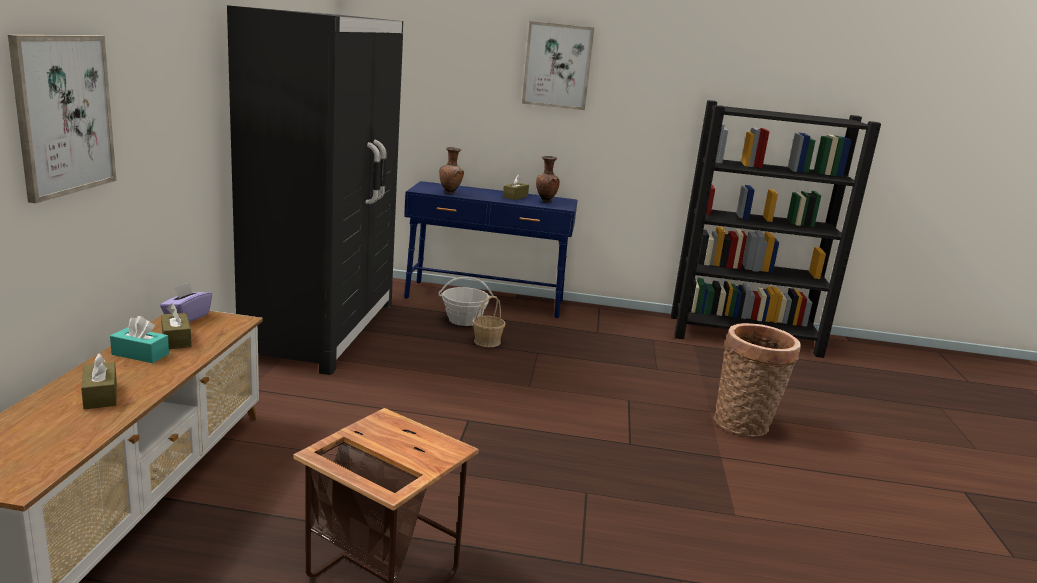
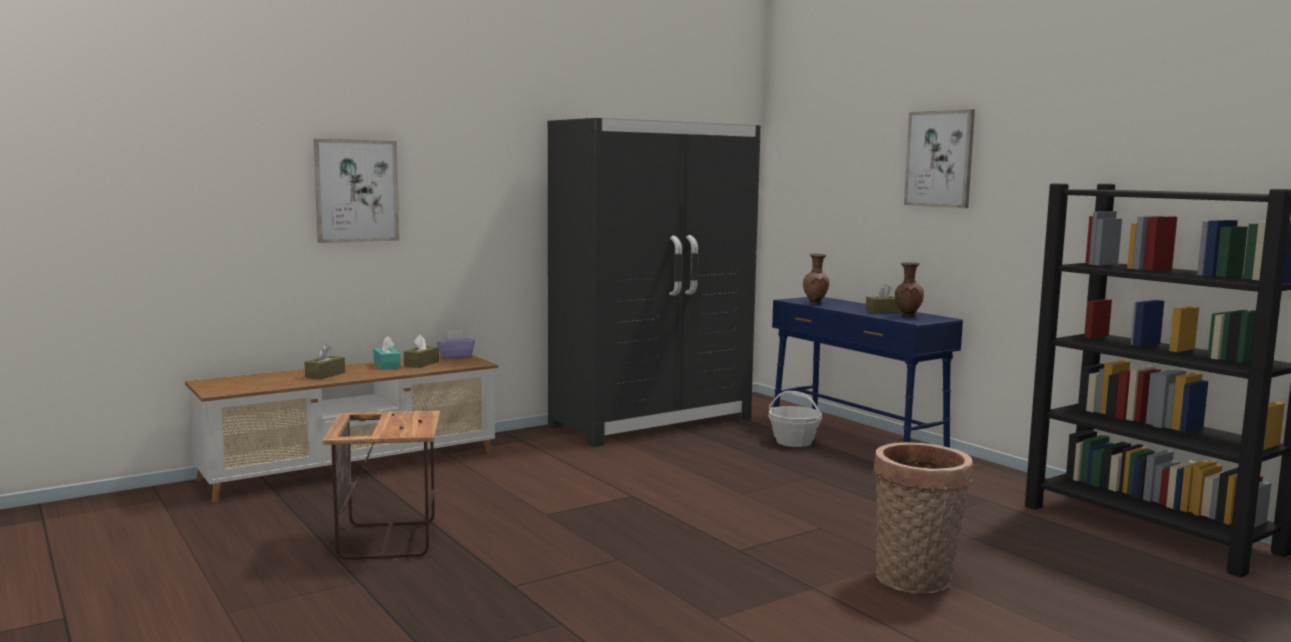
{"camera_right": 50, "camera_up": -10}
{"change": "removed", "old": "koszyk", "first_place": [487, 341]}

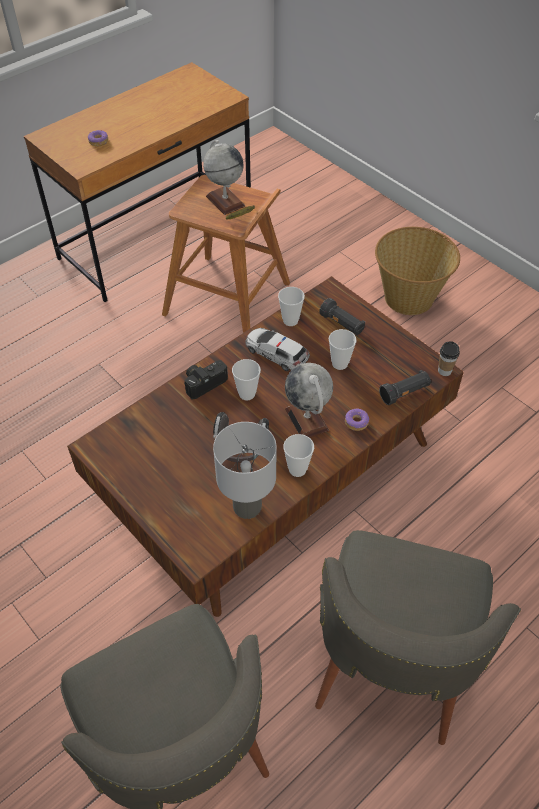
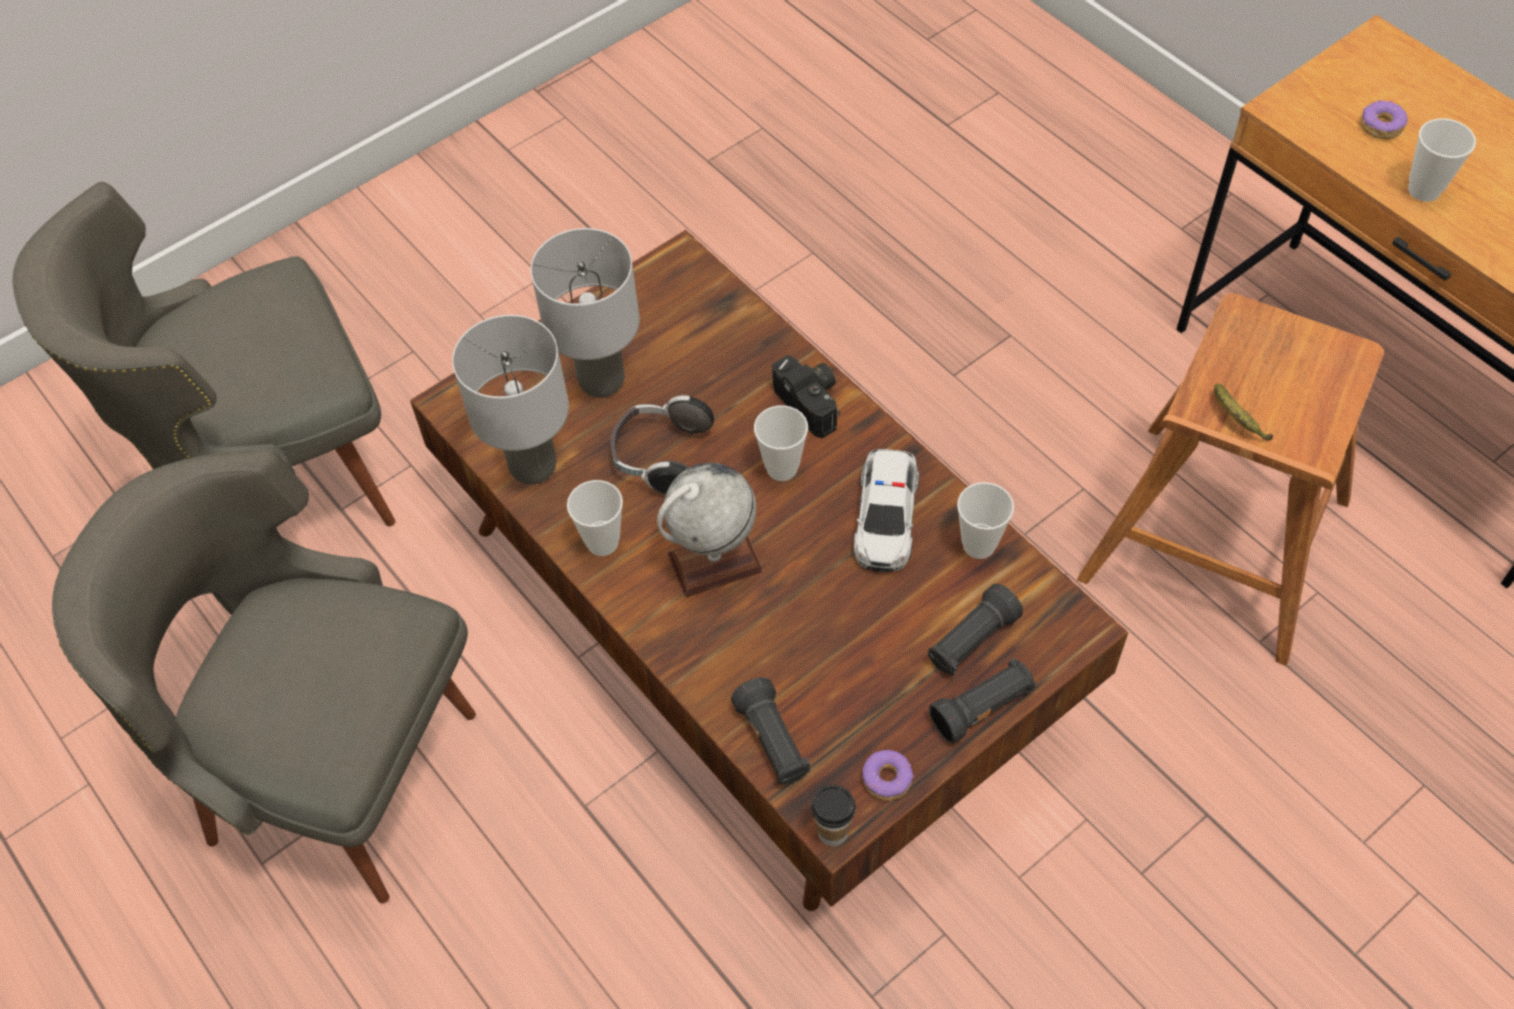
{"camera_right": 95, "camera_up": 5}
{"change": "removed", "old": "globus", "first_place": [225, 201]}
{"change": "turned", "old": "samochodzik", "first_place": [276, 353], "second_place": [885, 517], "degrees": 150}
{"change": "moved", "old": "filiżanka", "first_place": [339, 364], "second_place": [1424, 190]}
{"change": "moved", "old": "donut", "first_place": [356, 422], "second_place": [887, 779]}
{"change": "removed", "old": "koszyk", "first_place": [409, 297]}
{"change": "added", "new": "lampa stołowa [biały]", "second_place": [600, 384]}
{"change": "added", "new": "latarka [czarny]", "second_place": [982, 708]}

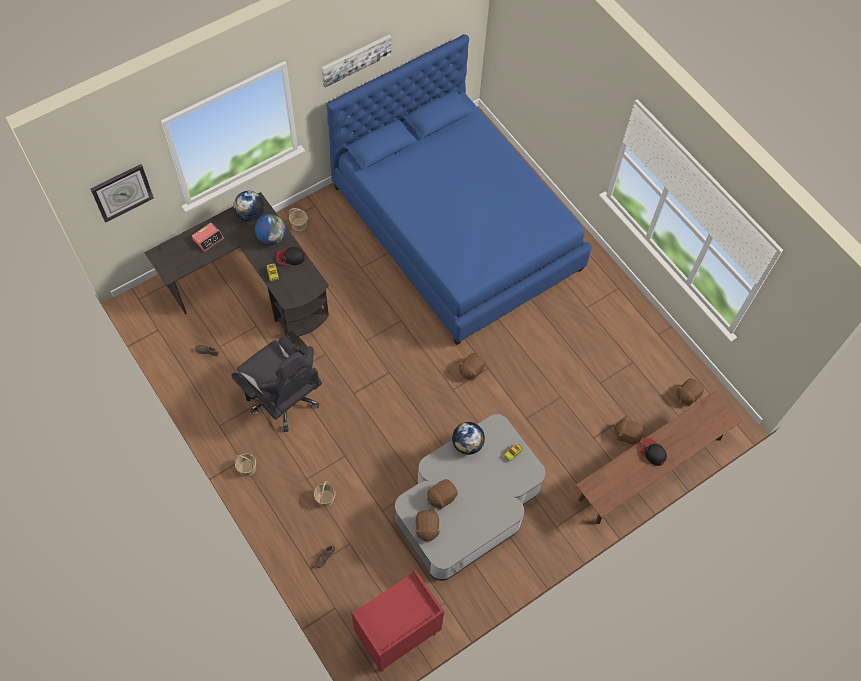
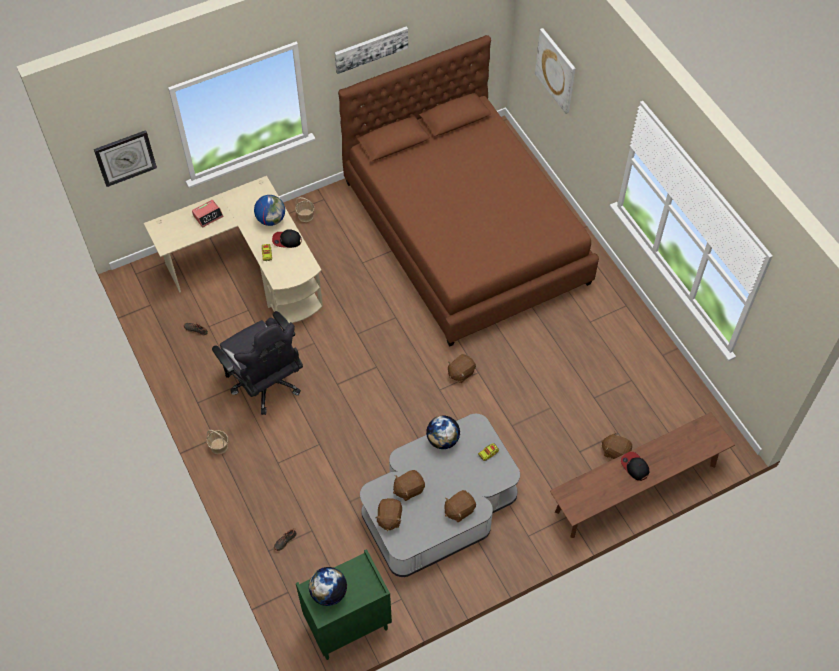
{"camera_right": 10, "camera_up": -5}
{"change": "recoloured", "old": "biurko [czarny]", "new": "biurko [beżowy]", "first_place": [253, 286], "second_place": [251, 271]}
{"change": "moved", "old": "globus", "first_place": [250, 214], "second_place": [328, 593]}
{"change": "removed", "old": "koszyk", "first_place": [325, 498]}
{"change": "recoloured", "old": "łóżko [niebieski]", "new": "łóżko [brązowy]", "first_place": [456, 227], "second_place": [465, 231]}
{"change": "recoloured", "old": "szafka [czerwony]", "new": "szafka [zielony]", "first_place": [397, 635], "second_place": [347, 626]}
{"change": "moved", "old": "pluszak [brązowy]", "first_place": [687, 395], "second_place": [459, 510]}
{"change": "added", "new": "obraz", "second_place": [556, 70]}

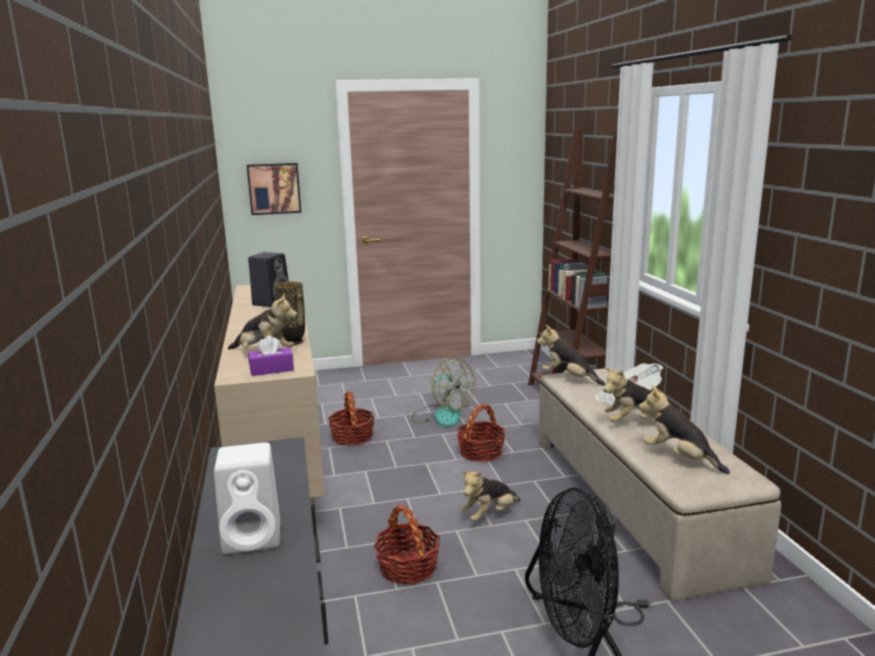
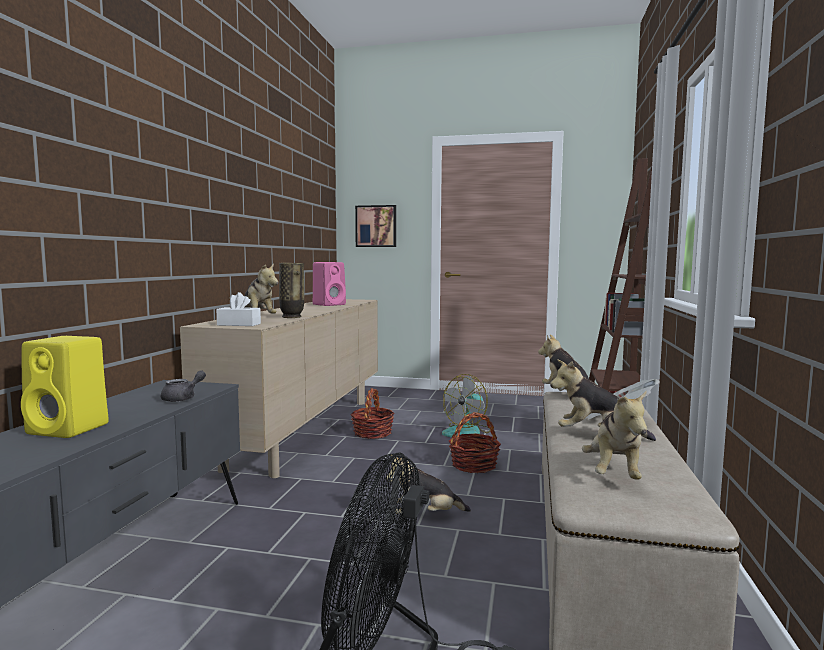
{"camera_right": 25, "camera_up": -10}
{"change": "recoloured", "old": "głośnik [biały]", "new": "głośnik [żółty]", "first_place": [254, 537], "second_place": [70, 429]}
{"change": "recoloured", "old": "głośnik [czarny]", "new": "głośnik [różowy]", "first_place": [272, 303], "second_place": [330, 304]}
{"change": "recoloured", "old": "pudełko chusteczek [fioletowy]", "new": "pudełko chusteczek [biały]", "first_place": [271, 369], "second_place": [239, 324]}
{"change": "removed", "old": "koszyk", "first_place": [408, 567]}
{"change": "turned", "old": "wentylator", "first_place": [441, 415], "second_place": [467, 432], "degrees": 60}
{"change": "turned", "old": "pluszak", "first_place": [679, 458], "second_place": [613, 473], "degrees": -150}
{"change": "added", "new": "imbryk [szary]", "second_place": [183, 398]}

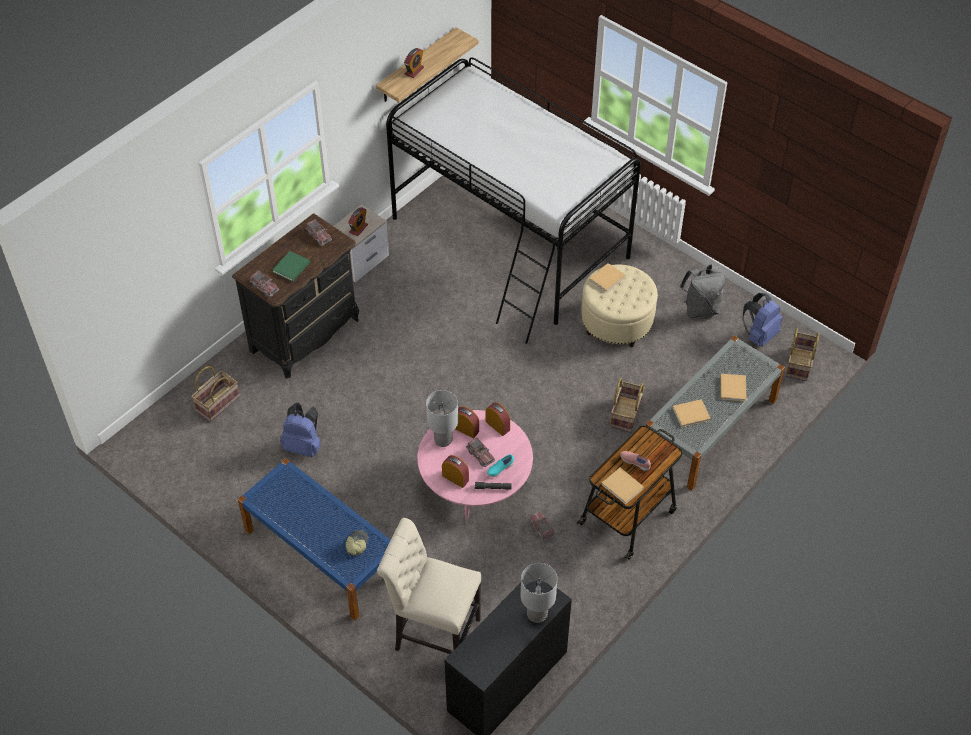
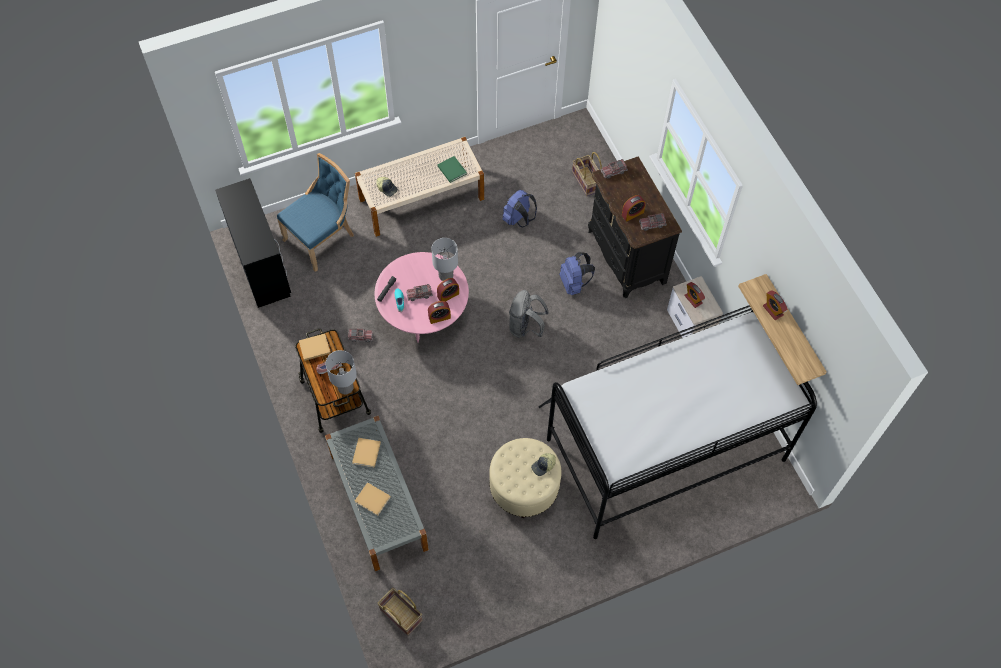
{"camera_right": 115, "camera_up": 10}
{"change": "recoloured", "old": "ławka [niebieski]", "new": "ławka [beżowy]", "first_place": [321, 554], "second_place": [421, 198]}
{"change": "moved", "old": "książka [zielony]", "first_place": [290, 268], "second_place": [451, 169]}
{"change": "replaced", "old": "stołek [beżowy]", "new": "krzesło [niebieski]", "first_place": [433, 632], "second_place": [322, 238]}
{"change": "moved", "old": "budzik", "first_place": [455, 478], "second_place": [632, 214]}
{"change": "moved", "old": "lampa stołowa [szary]", "first_place": [537, 615], "second_place": [345, 388]}
{"change": "replaced", "old": "książka [beżowy]", "new": "czapka z daszkiem", "first_place": [608, 278], "second_place": [543, 466]}
{"change": "removed", "old": "koszyk", "first_place": [626, 414]}
{"change": "moved", "old": "plecak [szary]", "first_place": [700, 309], "second_place": [525, 327]}
{"change": "moved", "old": "plecak [niebieski]", "first_place": [759, 335], "second_place": [574, 284]}

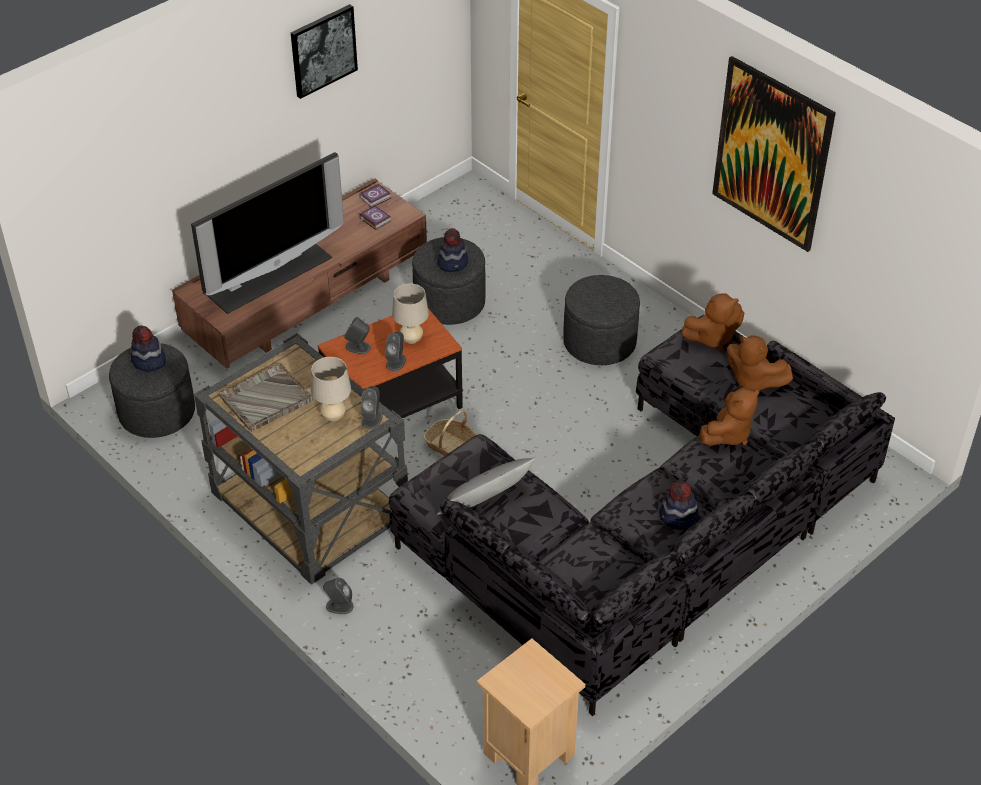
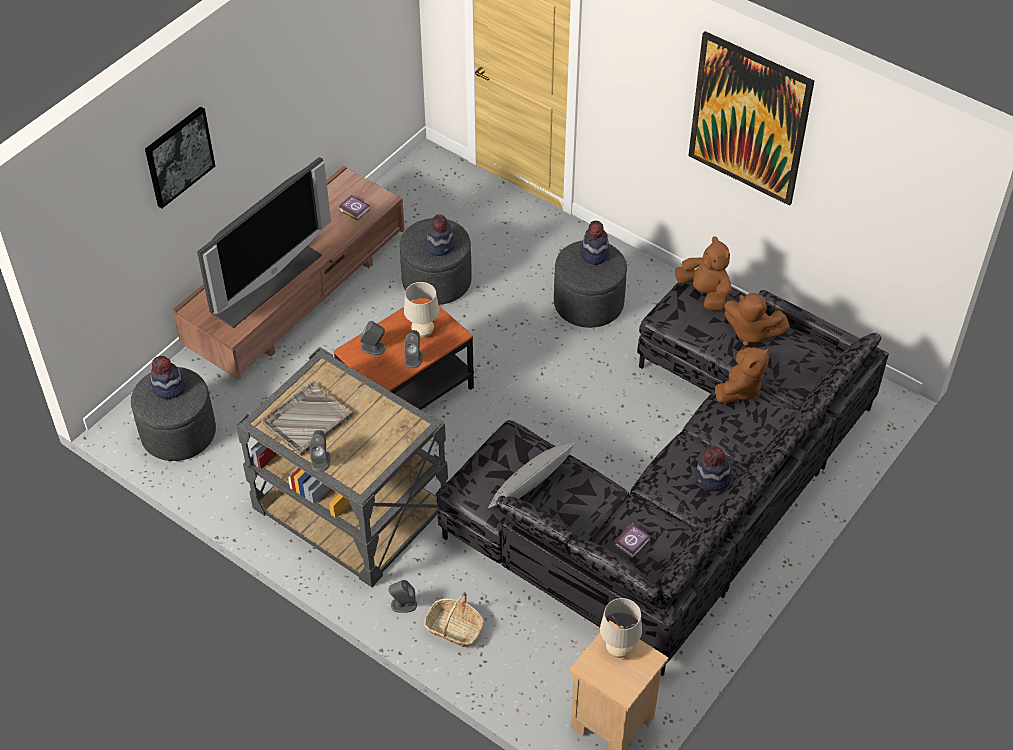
{"camera_right": -10, "camera_up": 5}
{"change": "moved", "old": "obraz", "first_place": [323, 50], "second_place": [179, 156]}
{"change": "moved", "old": "lampa stołowa [beżowy]", "first_place": [333, 416], "second_place": [618, 650]}
{"change": "moved", "old": "książka", "first_place": [376, 198], "second_place": [633, 542]}
{"change": "moved", "old": "głośnik [szary]", "first_place": [372, 418], "second_place": [320, 460]}
{"change": "moved", "old": "koszyk", "first_place": [452, 447], "second_place": [454, 628]}
{"change": "turned", "old": "pluszak [brązowy]", "first_place": [712, 337], "second_place": [704, 293], "degrees": -105}
{"change": "added", "new": "kapelusz", "second_place": [594, 253]}

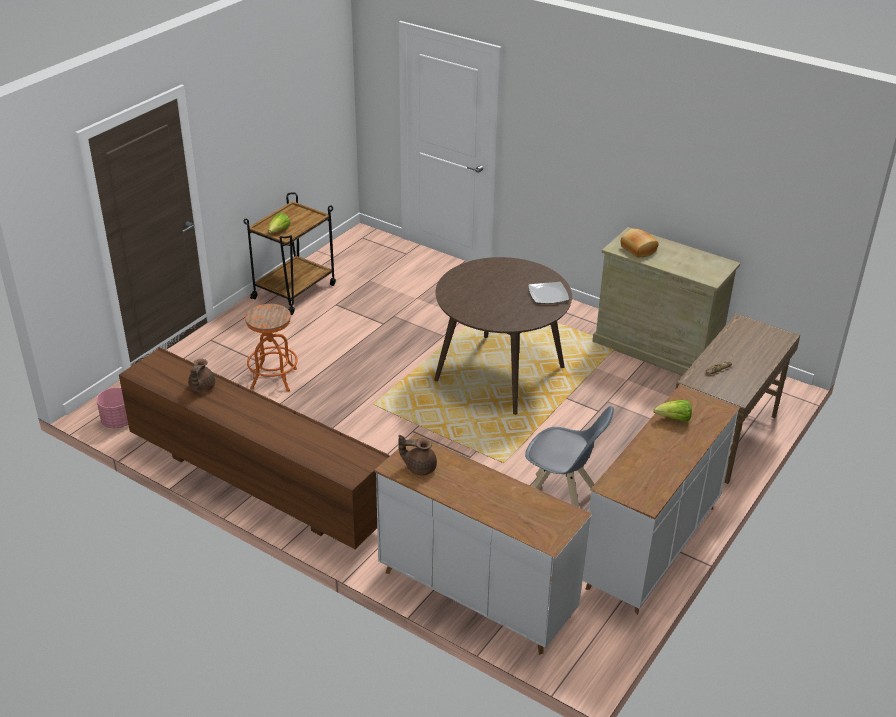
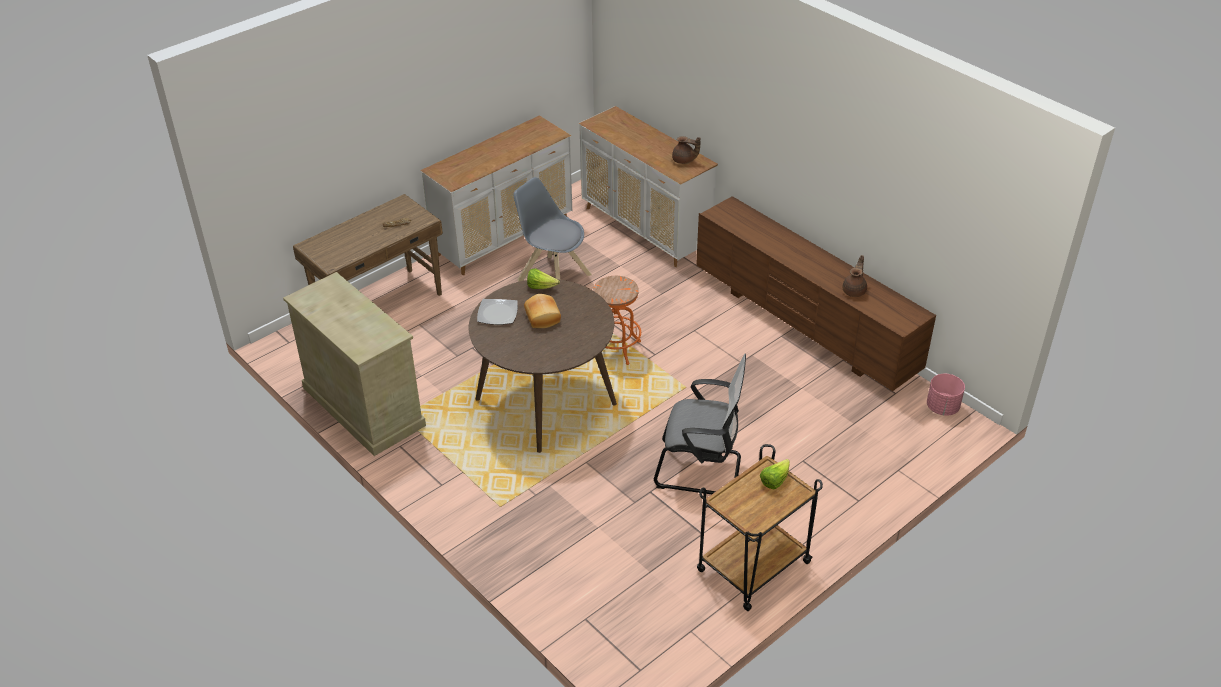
{"camera_right": -165, "camera_up": 5}
{"change": "moved", "old": "stołek [pomarańczowy]", "first_place": [274, 378], "second_place": [616, 349]}
{"change": "moved", "old": "chleb", "first_place": [637, 249], "second_place": [543, 317]}
{"change": "moved", "old": "sałata", "first_place": [674, 419], "second_place": [541, 287]}
{"change": "added", "new": "krzesło", "second_place": [701, 471]}

